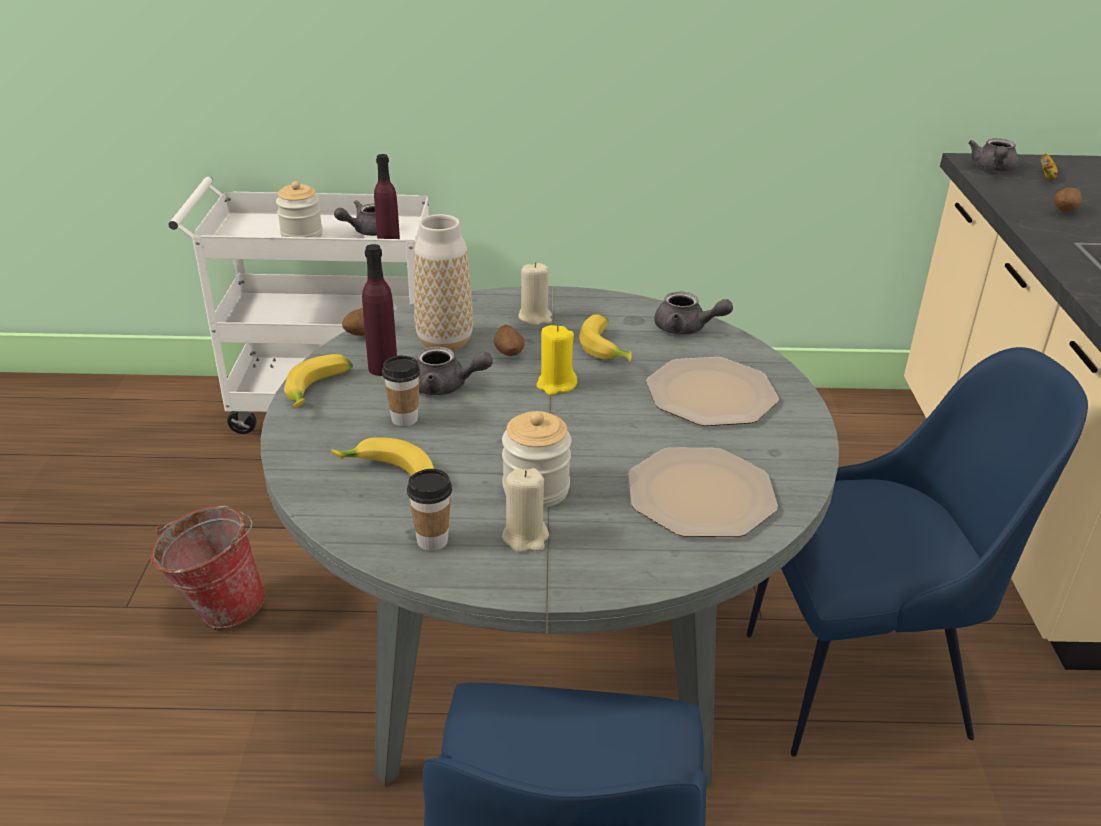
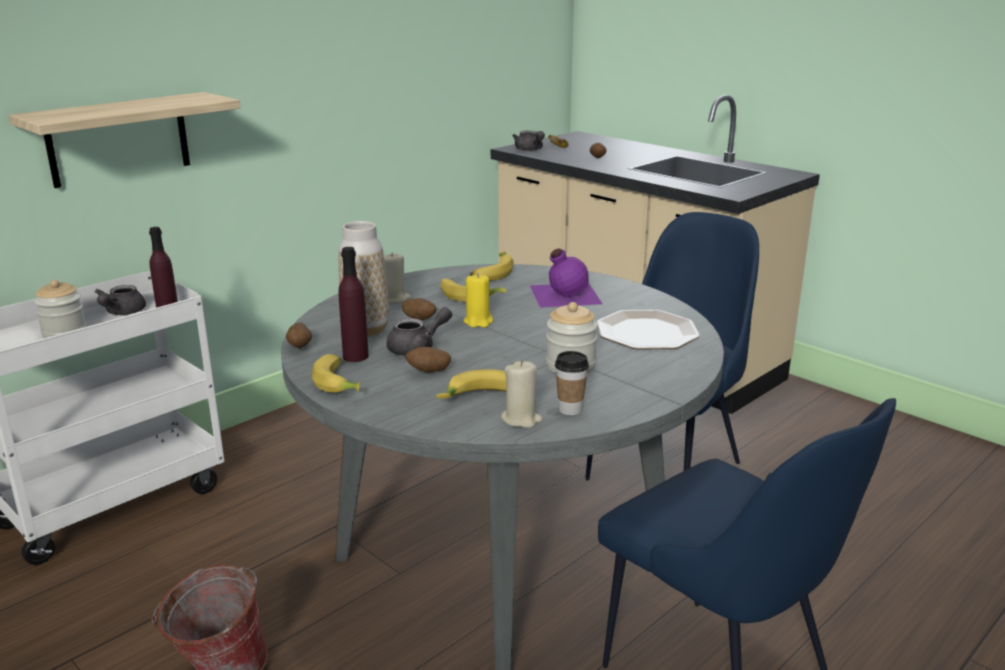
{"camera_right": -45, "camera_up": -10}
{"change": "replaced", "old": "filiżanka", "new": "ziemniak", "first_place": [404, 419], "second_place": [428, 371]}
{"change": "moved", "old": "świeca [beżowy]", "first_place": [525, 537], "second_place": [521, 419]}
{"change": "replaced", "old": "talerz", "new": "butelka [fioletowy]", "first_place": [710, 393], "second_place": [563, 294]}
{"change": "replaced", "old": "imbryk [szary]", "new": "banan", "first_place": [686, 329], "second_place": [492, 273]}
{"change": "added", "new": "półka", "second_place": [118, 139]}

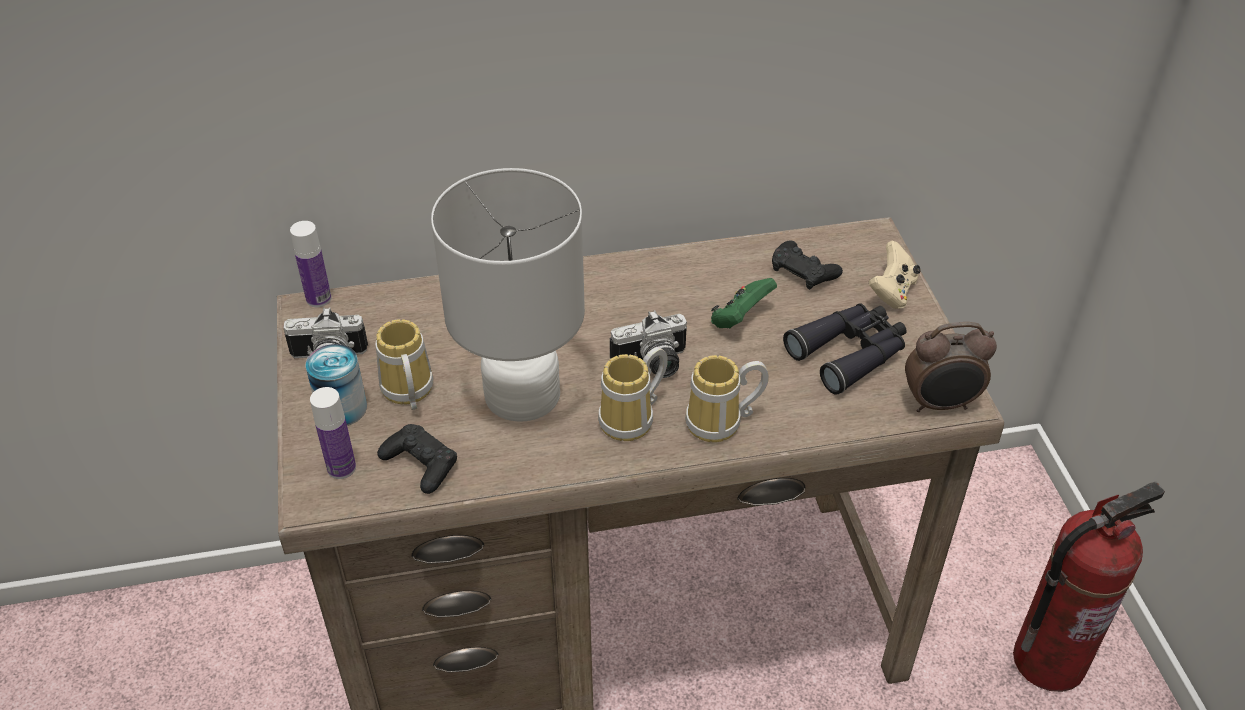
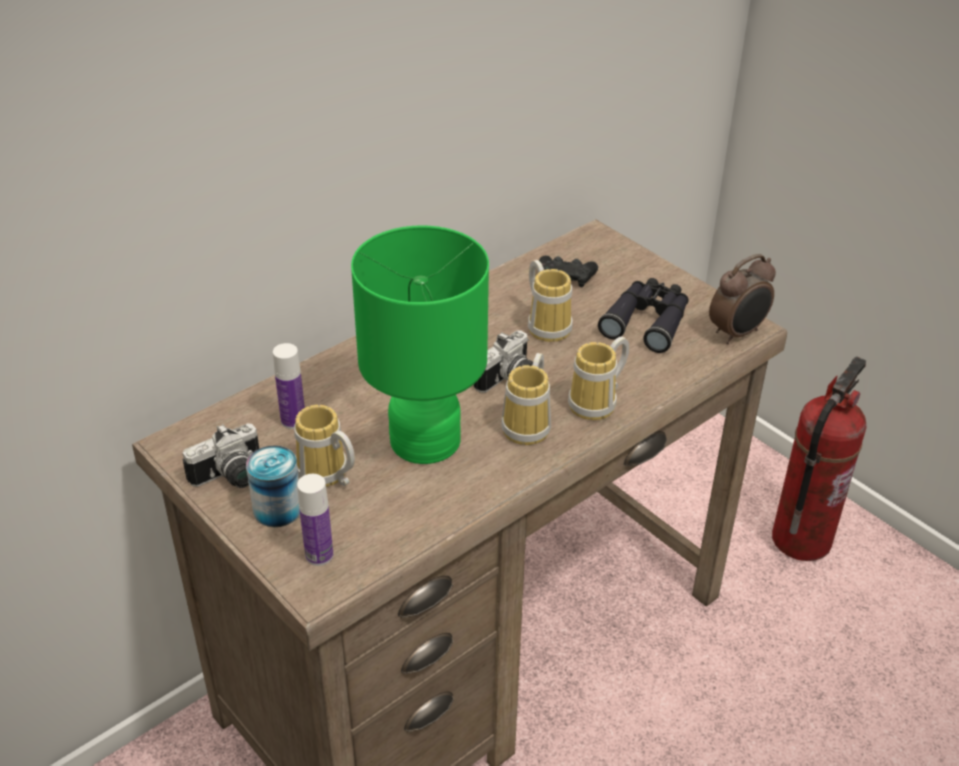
{"camera_right": -30, "camera_up": -5}
{"change": "moved", "old": "butelka", "first_place": [318, 299], "second_place": [293, 420]}
{"change": "removed", "old": "pad do gier [czarny]", "first_place": [420, 464]}
{"change": "recoloured", "old": "lampa stołowa [szary]", "new": "lampa stołowa [zielony]", "first_place": [522, 395], "second_place": [426, 441]}
{"change": "replaced", "old": "pad do gier [zielony]", "new": "kubek", "first_place": [740, 319], "second_place": [548, 325]}
{"change": "removed", "old": "pad do gier [beżowy]", "first_place": [892, 292]}

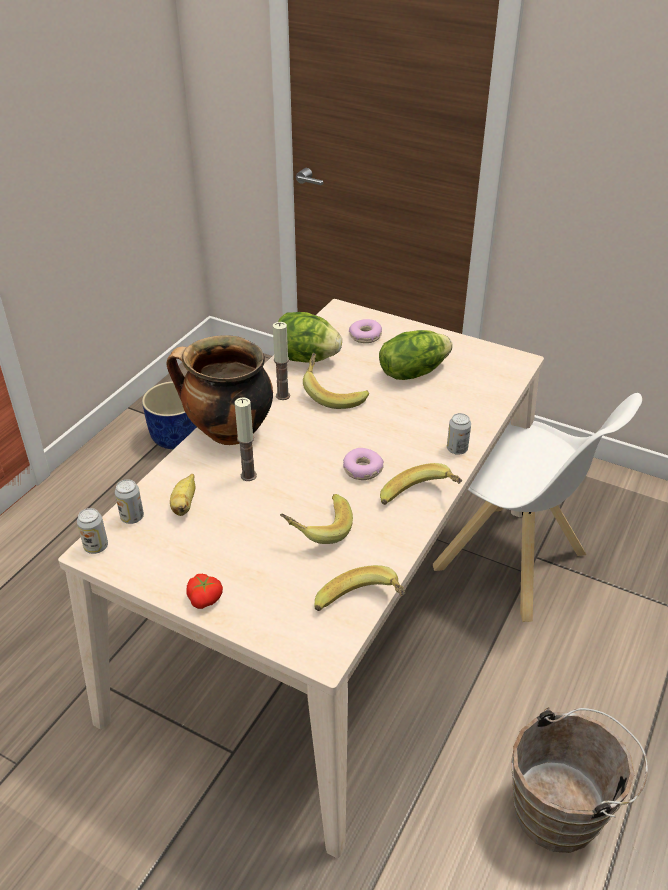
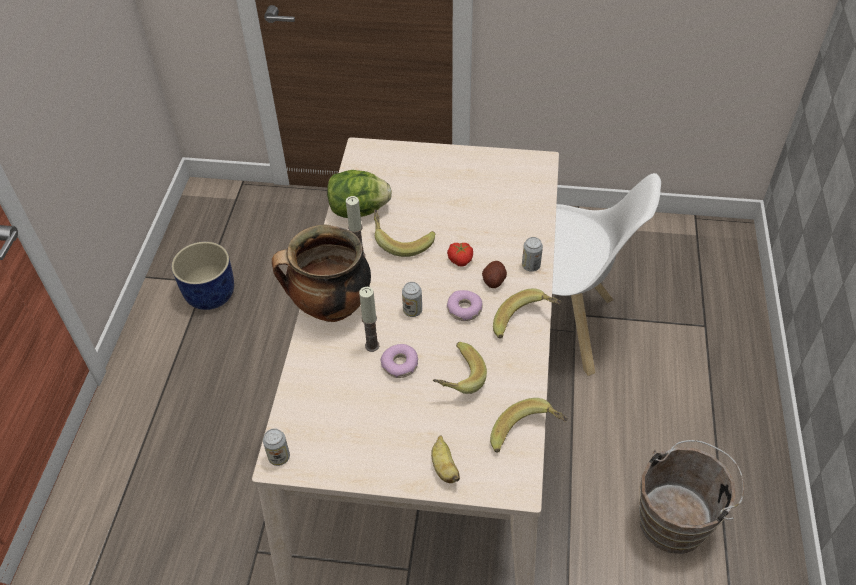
{"camera_right": -20, "camera_up": 10}
{"change": "moved", "old": "puszka", "first_place": [132, 517], "second_place": [412, 311]}
{"change": "moved", "old": "banan", "first_place": [184, 504], "second_place": [444, 467]}
{"change": "moved", "old": "pomidor", "first_place": [205, 598], "second_place": [461, 259]}
{"change": "moved", "old": "donut", "first_place": [365, 336], "second_place": [400, 365]}
{"change": "removed", "old": "sałata", "first_place": [412, 372]}
{"change": "added", "new": "ziemniak", "second_place": [493, 280]}

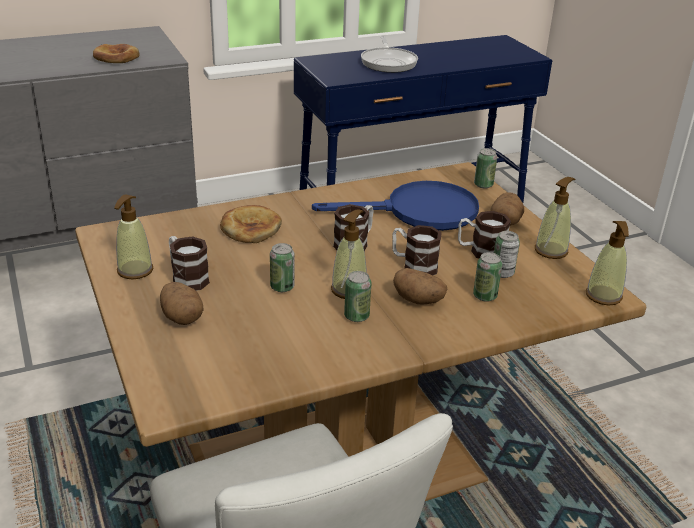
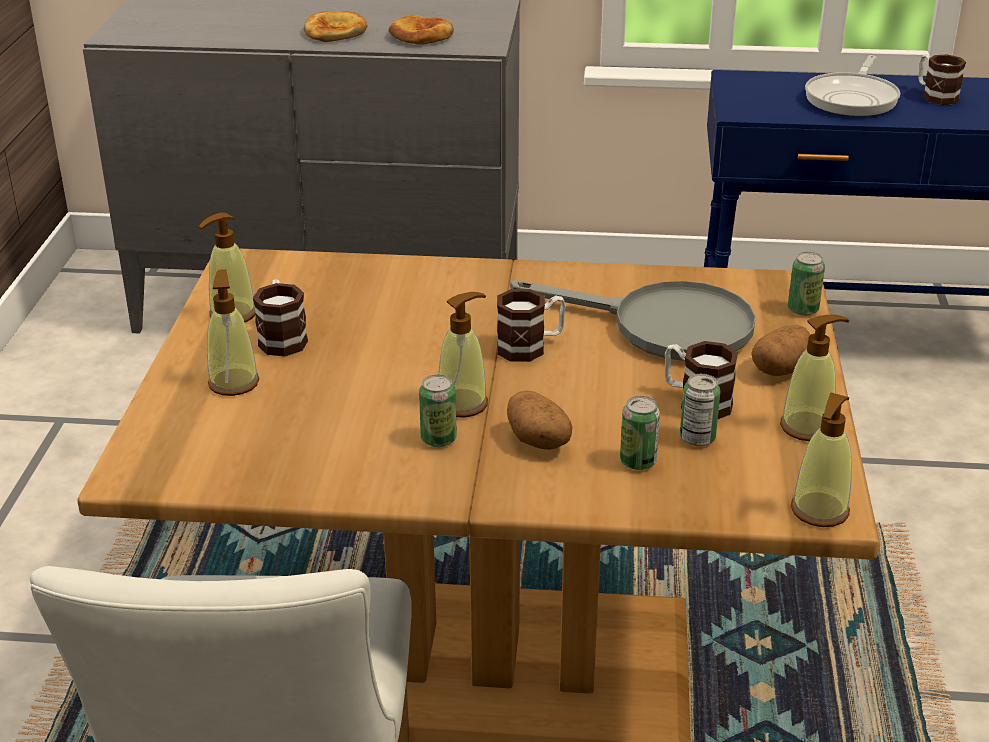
{"camera_right": 30, "camera_up": 0}
{"change": "replaced", "old": "ziemniak", "new": "dozownik mydła", "first_place": [182, 317], "second_place": [233, 383]}
{"change": "moved", "old": "chleb", "first_place": [250, 228], "second_place": [335, 32]}
{"change": "removed", "old": "puszka", "first_place": [282, 287]}
{"change": "recoloured", "old": "patelnia [niebieski]", "new": "patelnia [szary]", "first_place": [418, 212], "second_place": [662, 326]}
{"change": "moved", "old": "kubek", "first_place": [413, 265], "second_place": [935, 95]}

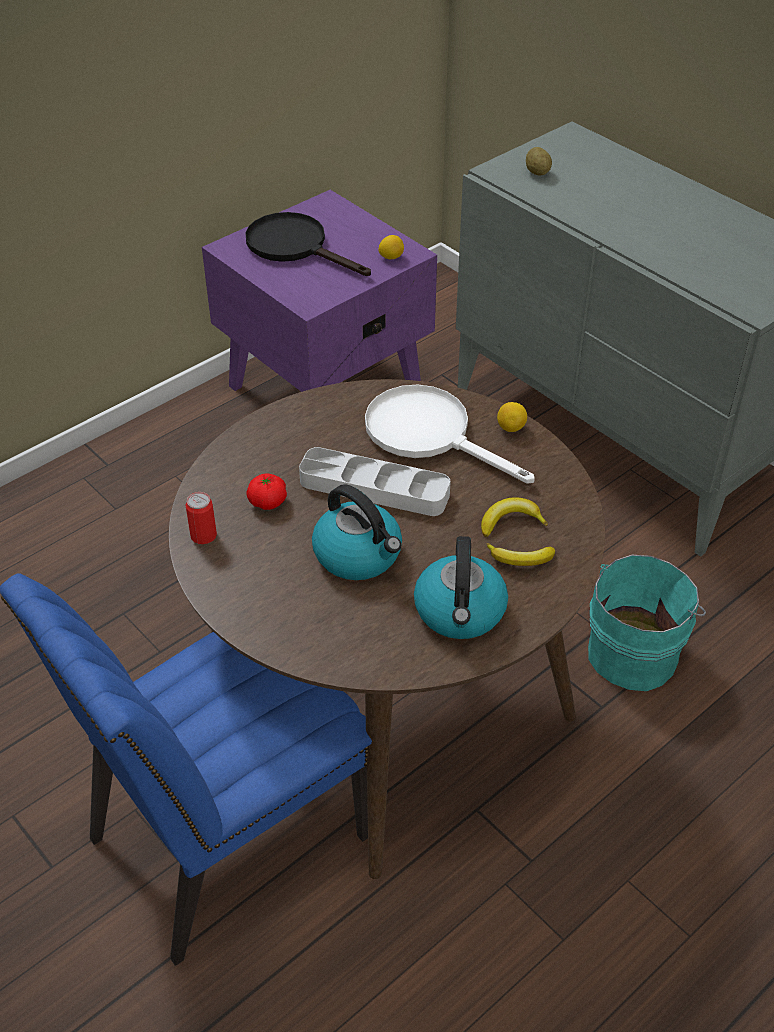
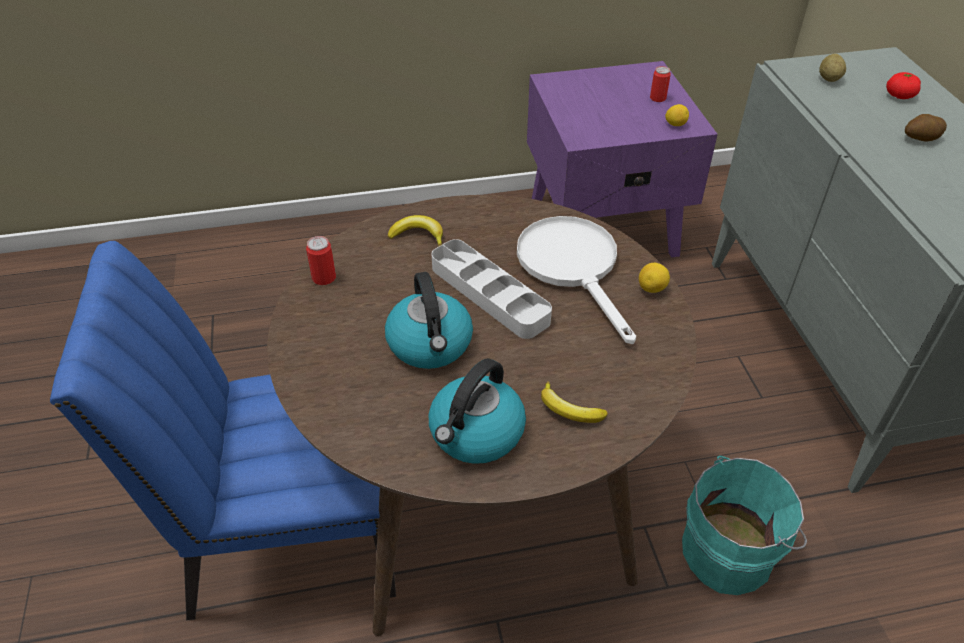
{"camera_right": 30, "camera_up": 0}
{"change": "removed", "old": "patelnia [czarny]", "first_place": [295, 246]}
{"change": "moved", "old": "pomidor", "first_place": [267, 502], "second_place": [899, 96]}
{"change": "moved", "old": "banan", "first_place": [510, 522], "second_place": [418, 236]}
{"change": "added", "new": "puszka", "second_place": [658, 98]}
{"change": "added", "new": "ziemniak", "second_place": [920, 139]}

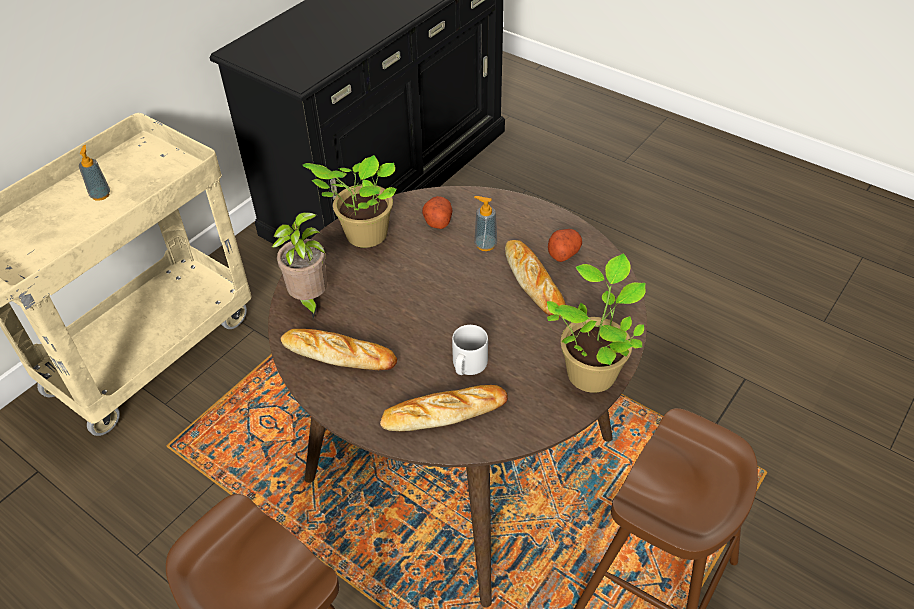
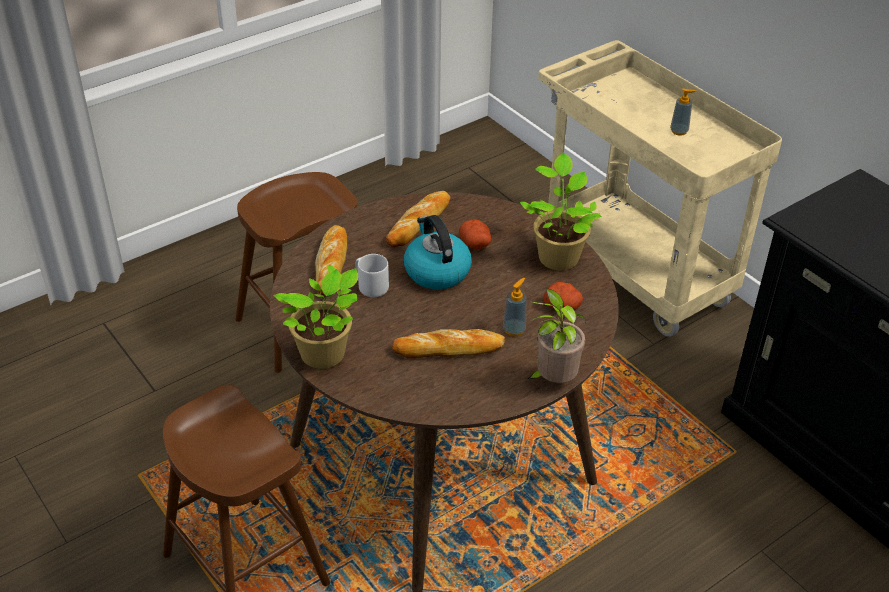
{"camera_right": 105, "camera_up": -5}
{"change": "moved", "old": "roślina doniczkowa", "first_place": [309, 300], "second_place": [553, 380]}
{"change": "moved", "old": "ziemniak", "first_place": [563, 252], "second_place": [476, 243]}
{"change": "added", "new": "czajnik", "second_place": [436, 271]}

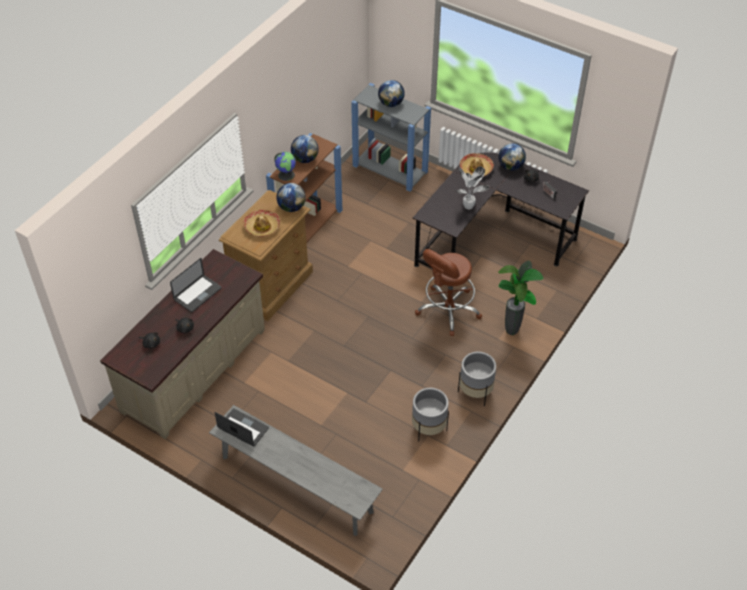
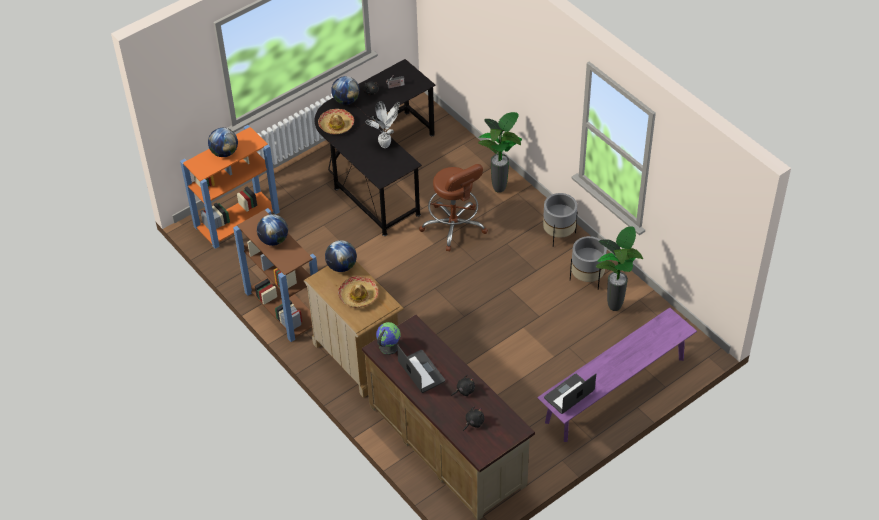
{"camera_right": -70, "camera_up": 0}
{"change": "recoloured", "old": "ławka [szary]", "new": "ławka [fioletowy]", "first_place": [296, 484], "second_place": [615, 390]}
{"change": "moved", "old": "globus", "first_place": [286, 174], "second_place": [388, 346]}
{"change": "recoloured", "old": "regał [szary]", "new": "regał [pomarańczowy]", "first_place": [390, 169], "second_place": [237, 219]}
{"change": "added", "new": "roślina doniczkowa", "second_place": [615, 307]}

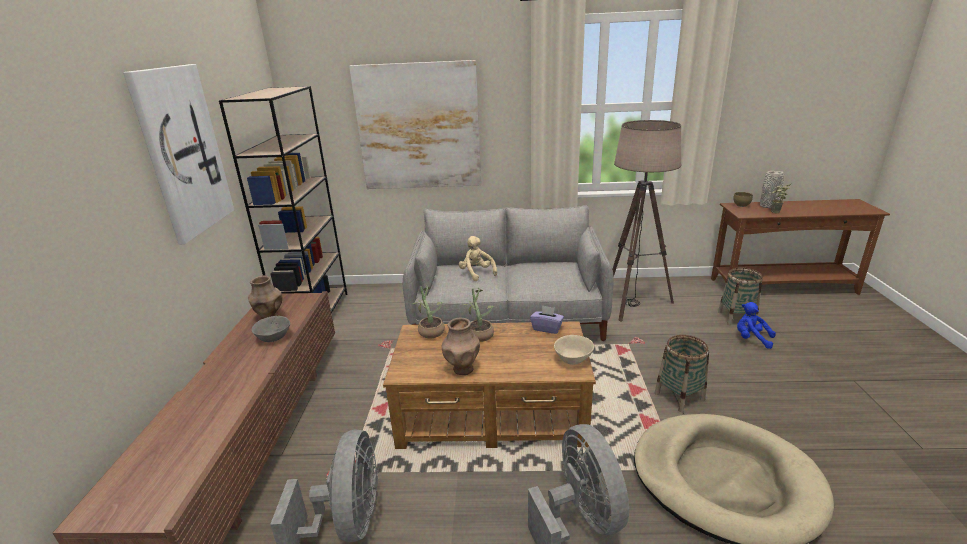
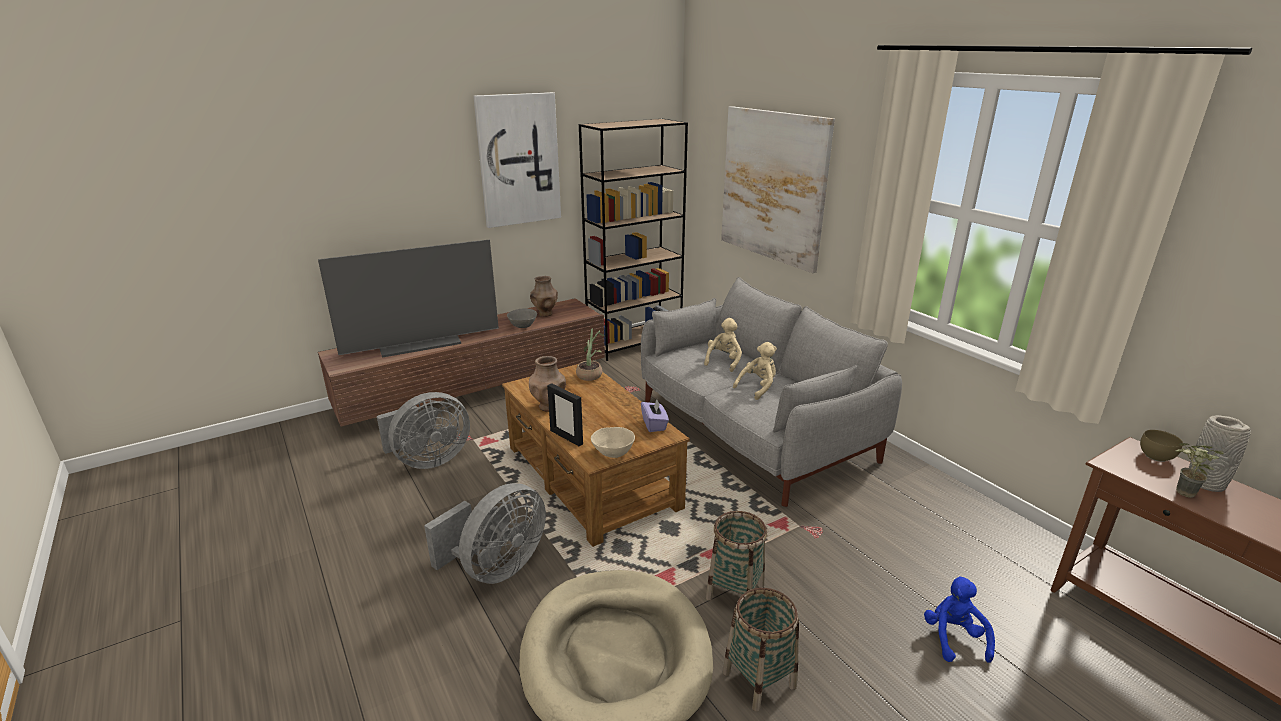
{"camera_right": 55, "camera_up": 0}
{"change": "removed", "old": "roślina doniczkowa", "first_place": [479, 333]}
{"change": "removed", "old": "lampa stojąca", "first_place": [633, 303]}
{"change": "moved", "old": "koszyk", "first_place": [736, 318], "second_place": [759, 680]}
{"change": "added", "new": "telewizor", "second_place": [420, 343]}
{"change": "added", "new": "ramka na zdjęcie", "second_place": [567, 437]}
{"change": "added", "new": "pluszak [beżowy]", "second_place": [758, 387]}

